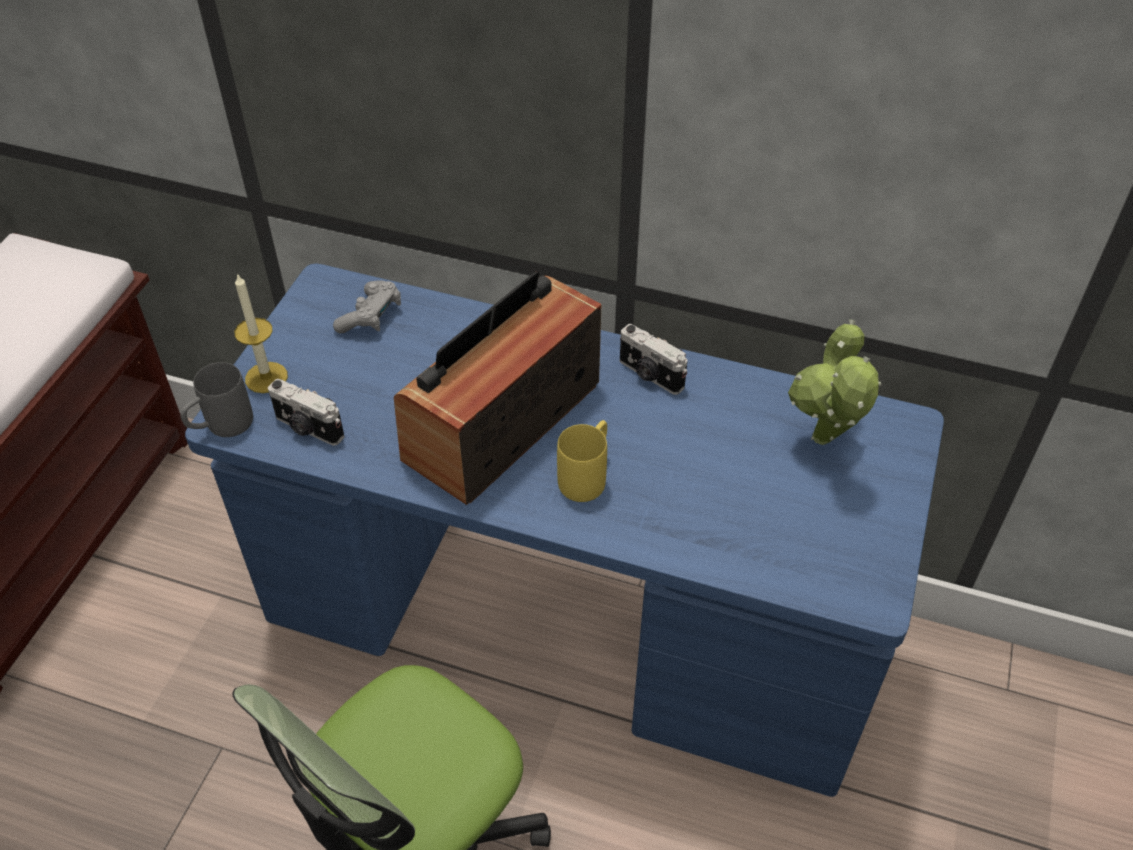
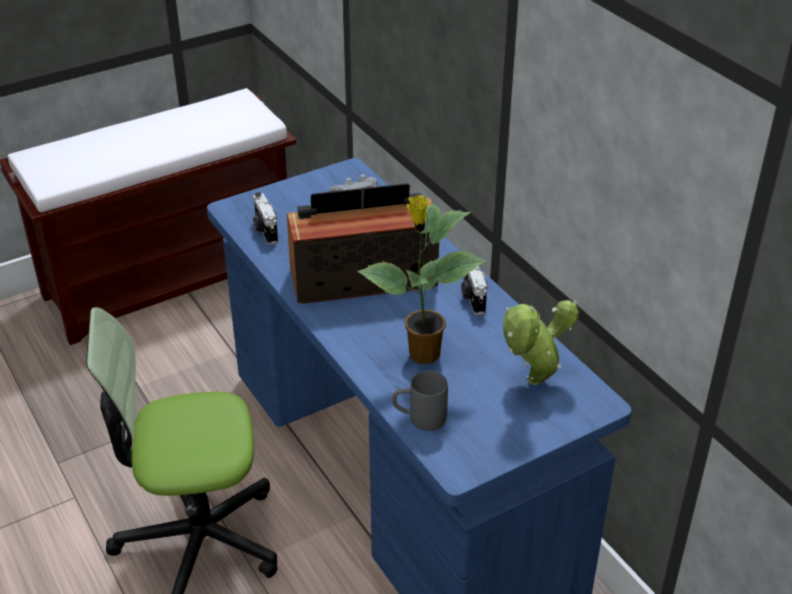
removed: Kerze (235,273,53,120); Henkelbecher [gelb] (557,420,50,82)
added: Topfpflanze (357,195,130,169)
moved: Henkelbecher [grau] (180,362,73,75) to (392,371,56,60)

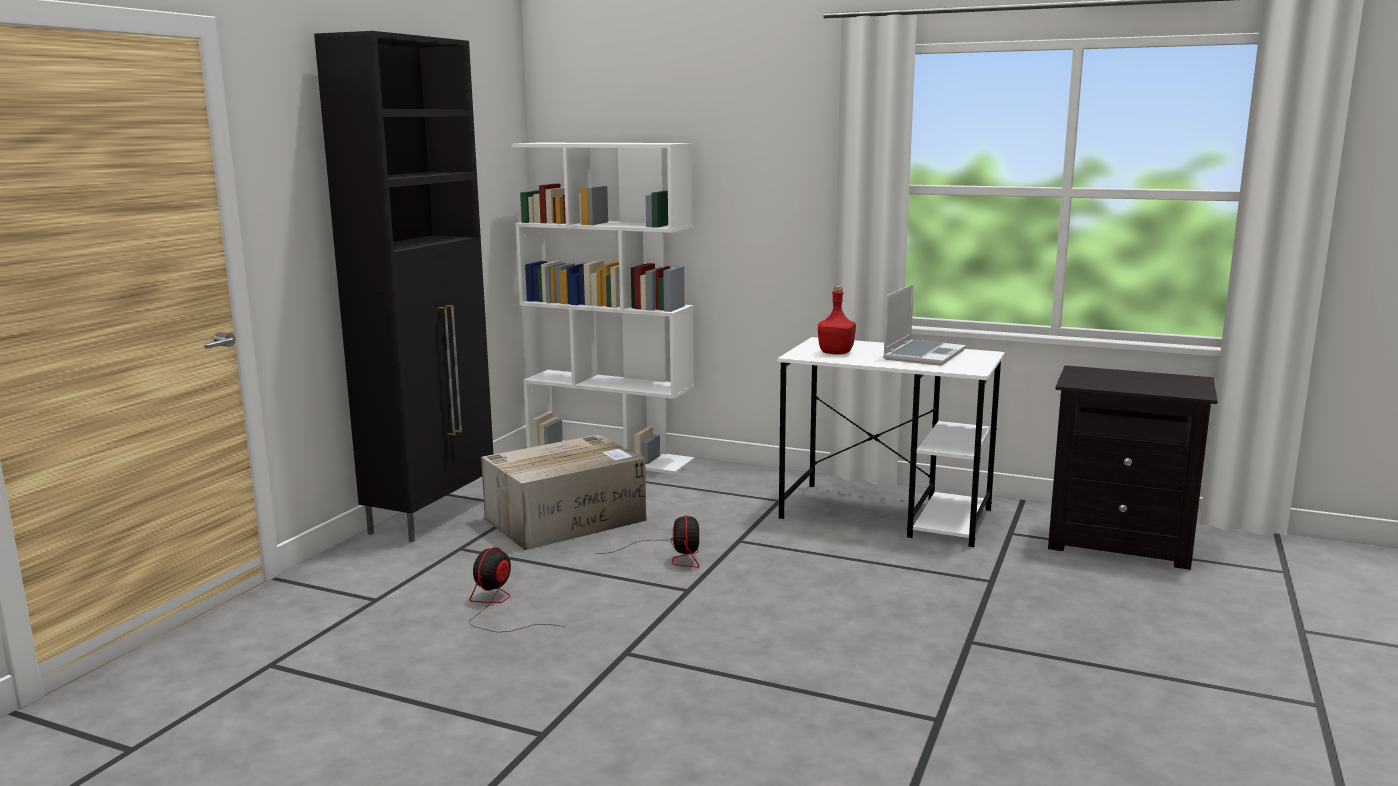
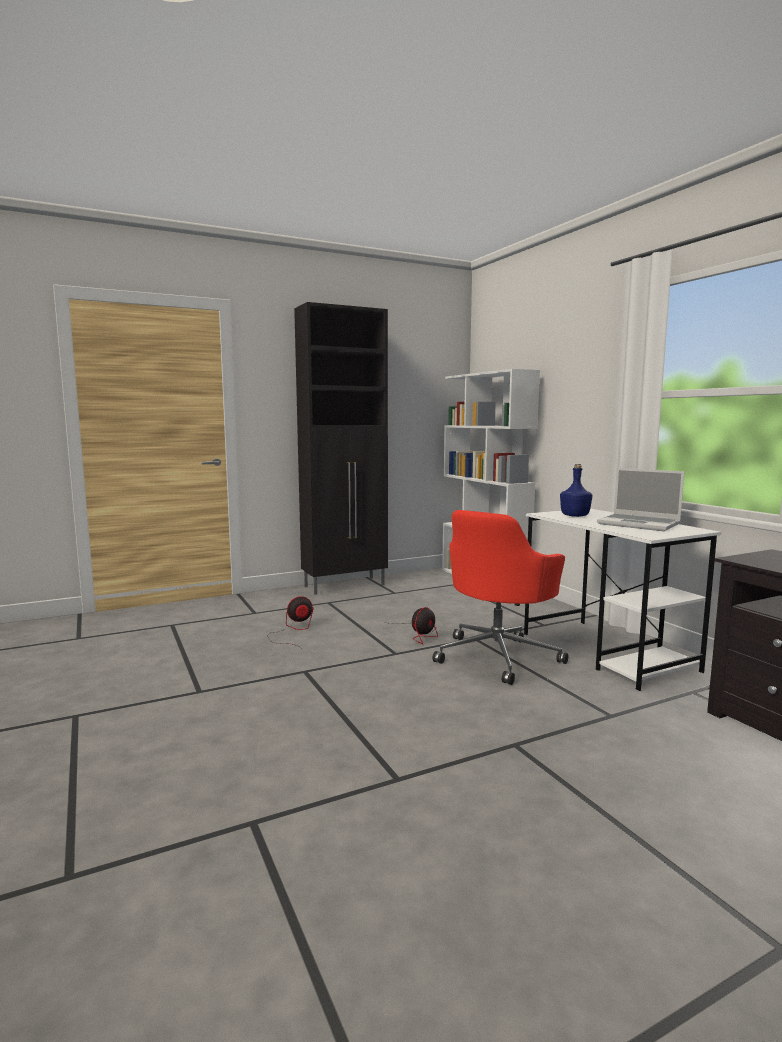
removed: Karton (481,435,166,115)
added: Bürostuhl [rot] (433,510,135,175)
recoloured: Flasche [rot] (818,286,38,69) to Flasche [blau] (560,464,33,53)
turned: Laptop (883,284,83,82) = (597,468,87,63) 60 degrees clockwise

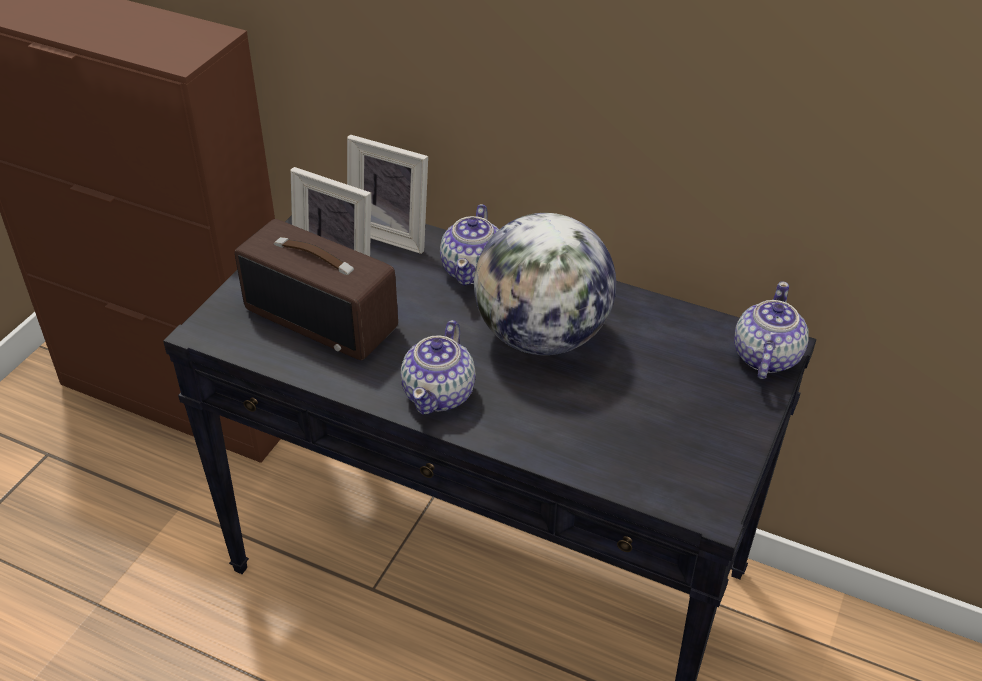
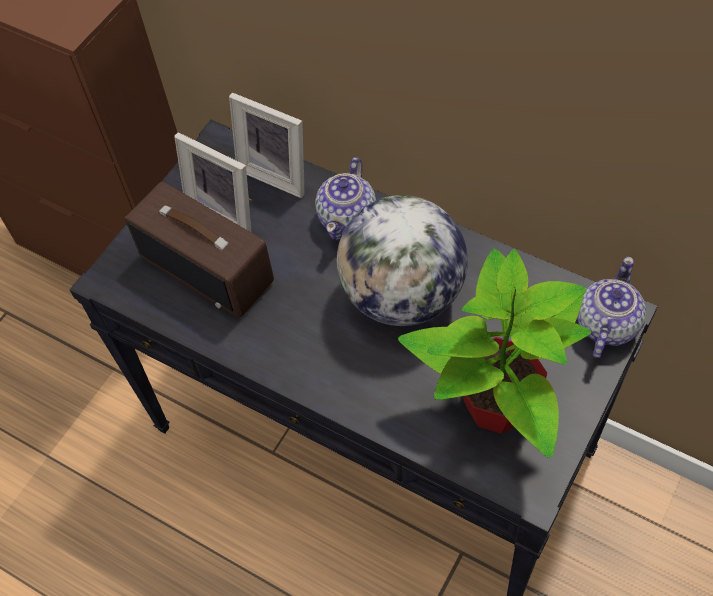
removed: Teekanne (401,320,75,95)
added: Topfpflanze (398,249,193,209)

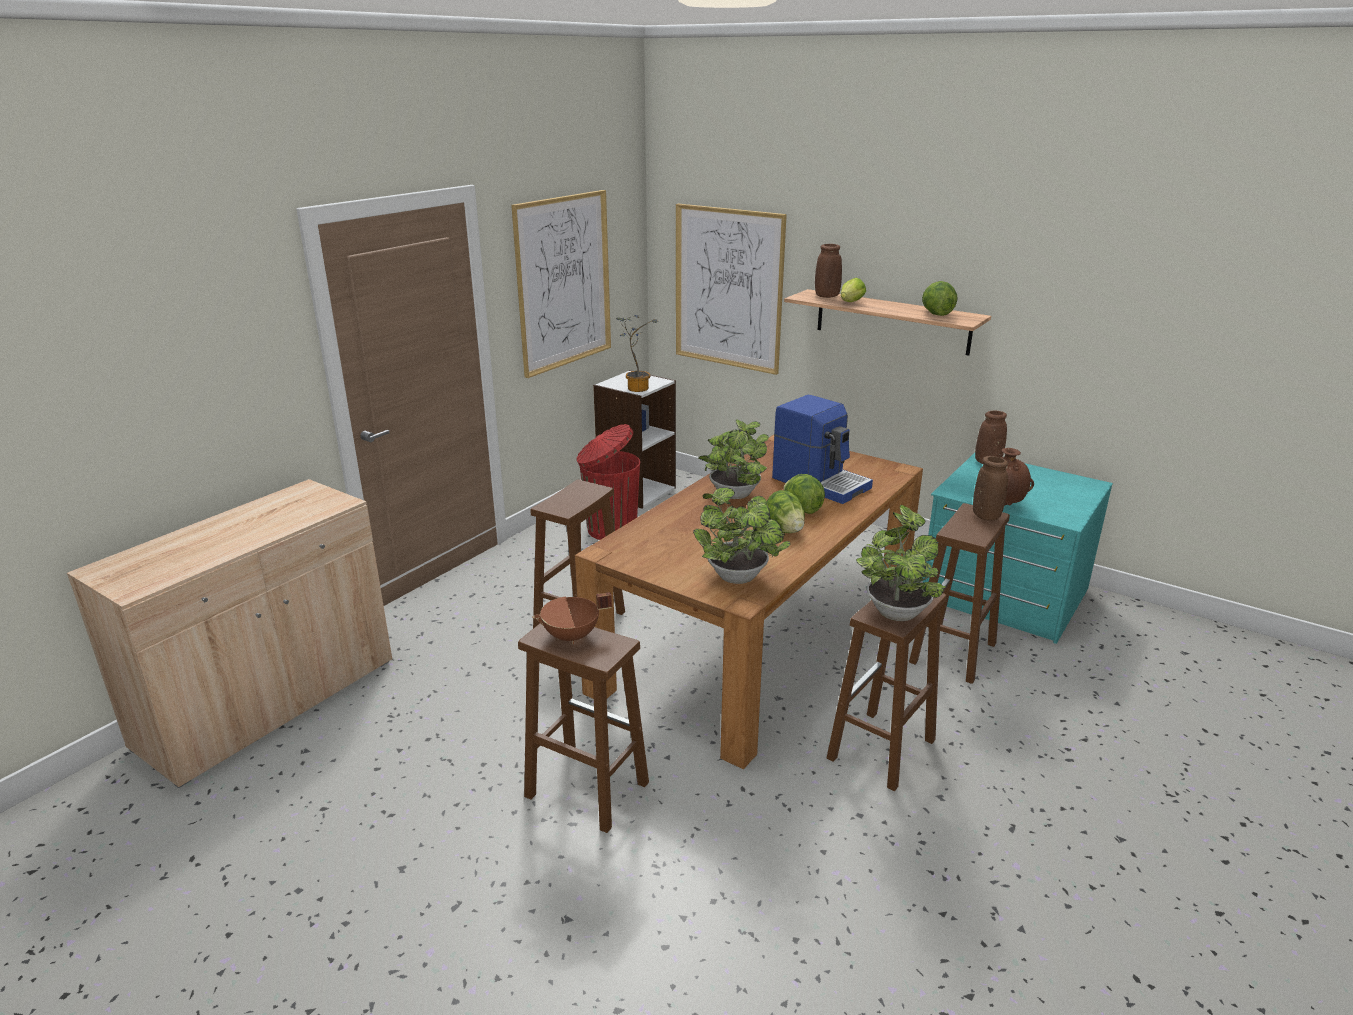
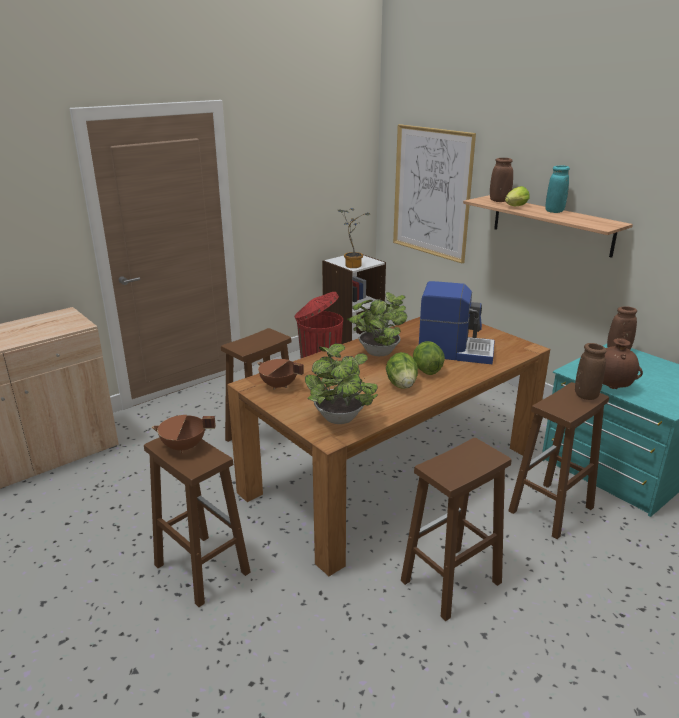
removed: Bild (511,190,100,188); Topfpflanze (856,505,90,116); Salatkopf (922,281,36,35)
added: Kochtopf [braun] (257,359,47,31); Vase [türkis] (545,165,25,48)
turned: Kaffeemaschine (772,395,101,109) = (419,281,76,83) 45 degrees counterclockwise

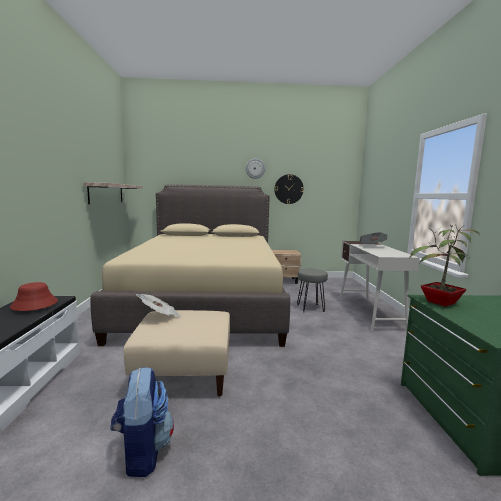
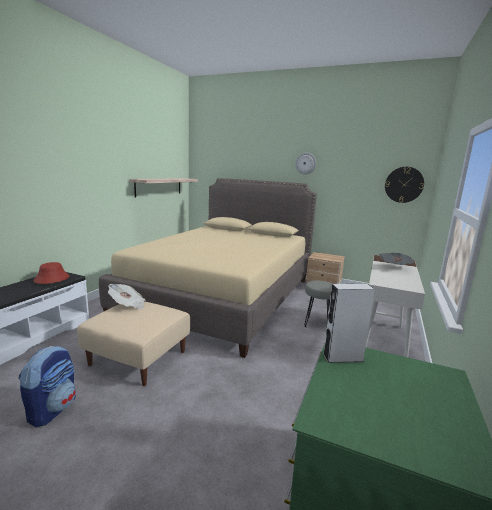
moved: Wanduhr (274,174,30,30) to (385,167,39,36)
replaced: Topfpflanze (409,224,70,83) to Lautsprecher [grau] (323,284,52,79)

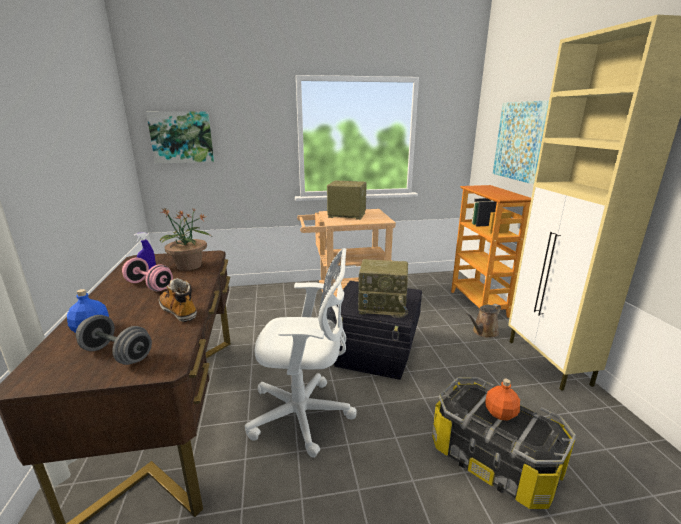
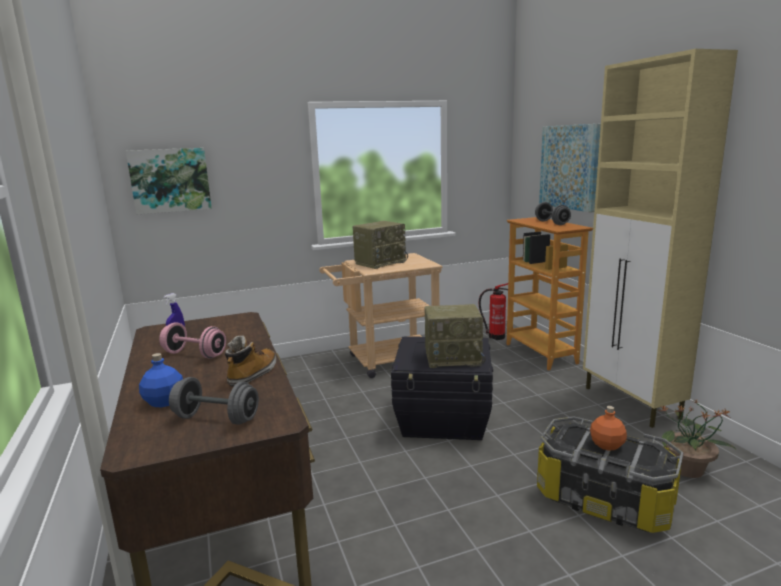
removed: Bürostuhl [weiß] (245,248,112,210); Gießkanne [braun] (466,304,35,34)
added: Feuerlöscher (479,283,29,57); Hantel [grau] (535,202,36,23)
moved: Topfpflanze (160,208,51,63) to (658,400,78,78)
turned: Stiefel (159,278,38,44) = (225,335,51,52) 75 degrees clockwise; Radio (327,180,40,40) = (353,221,55,48) 135 degrees clockwise

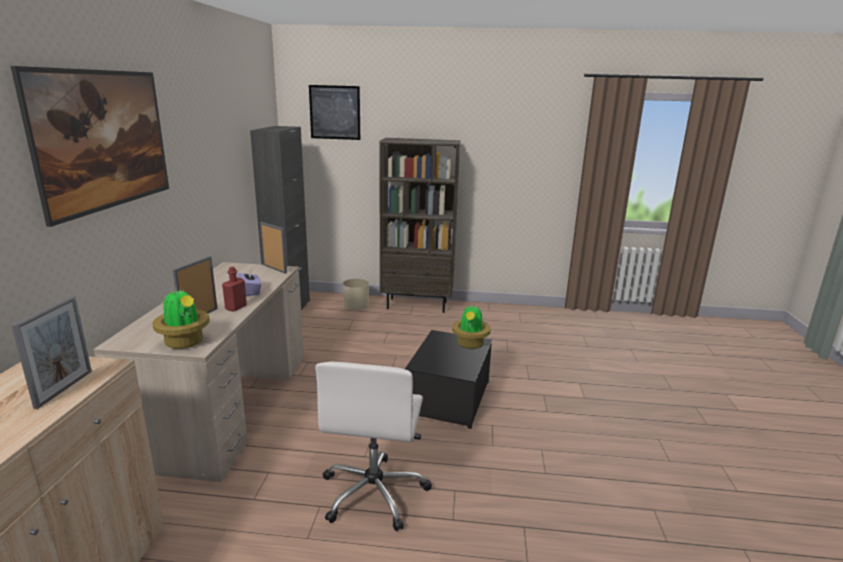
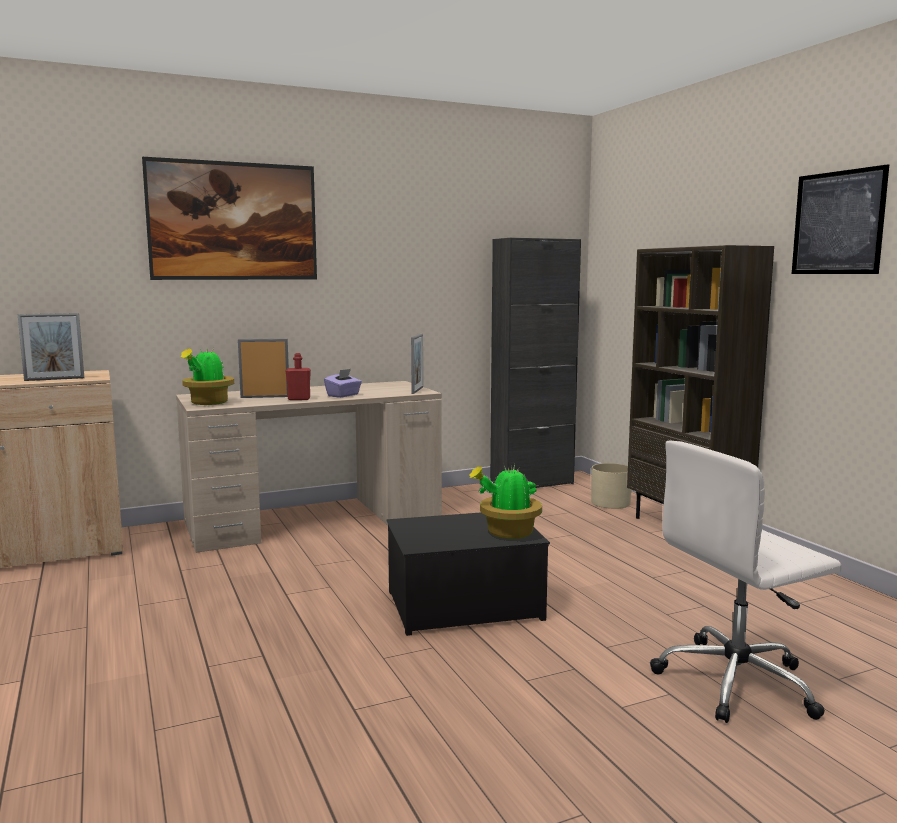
moved: Bürostuhl [weiß] (315,361,117,170) to (650,440,192,283); Bild (309,85,51,55) to (792,164,97,110)

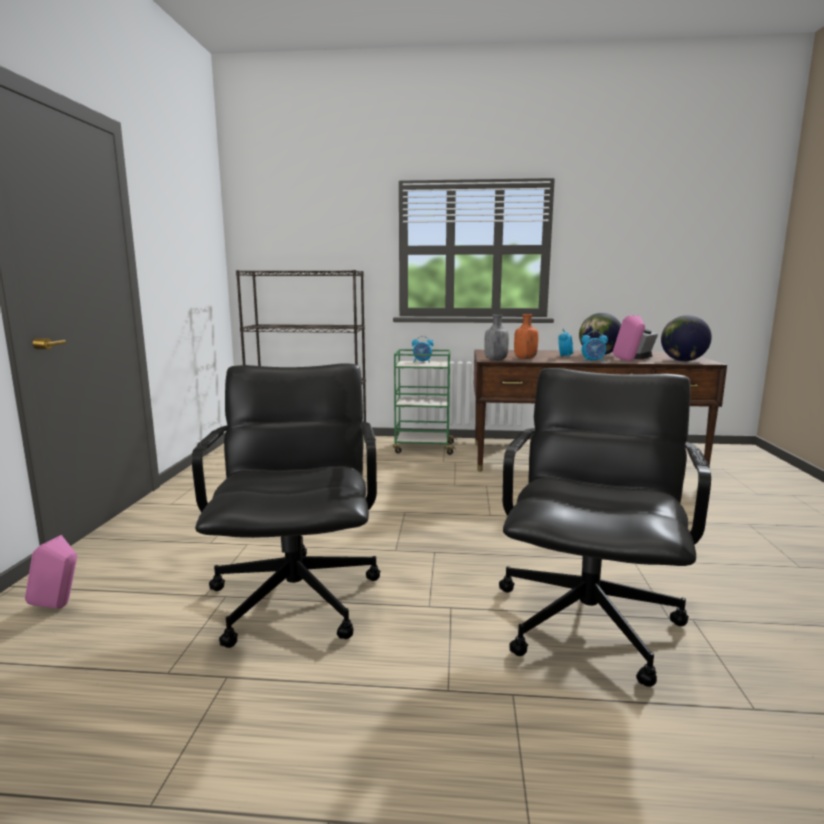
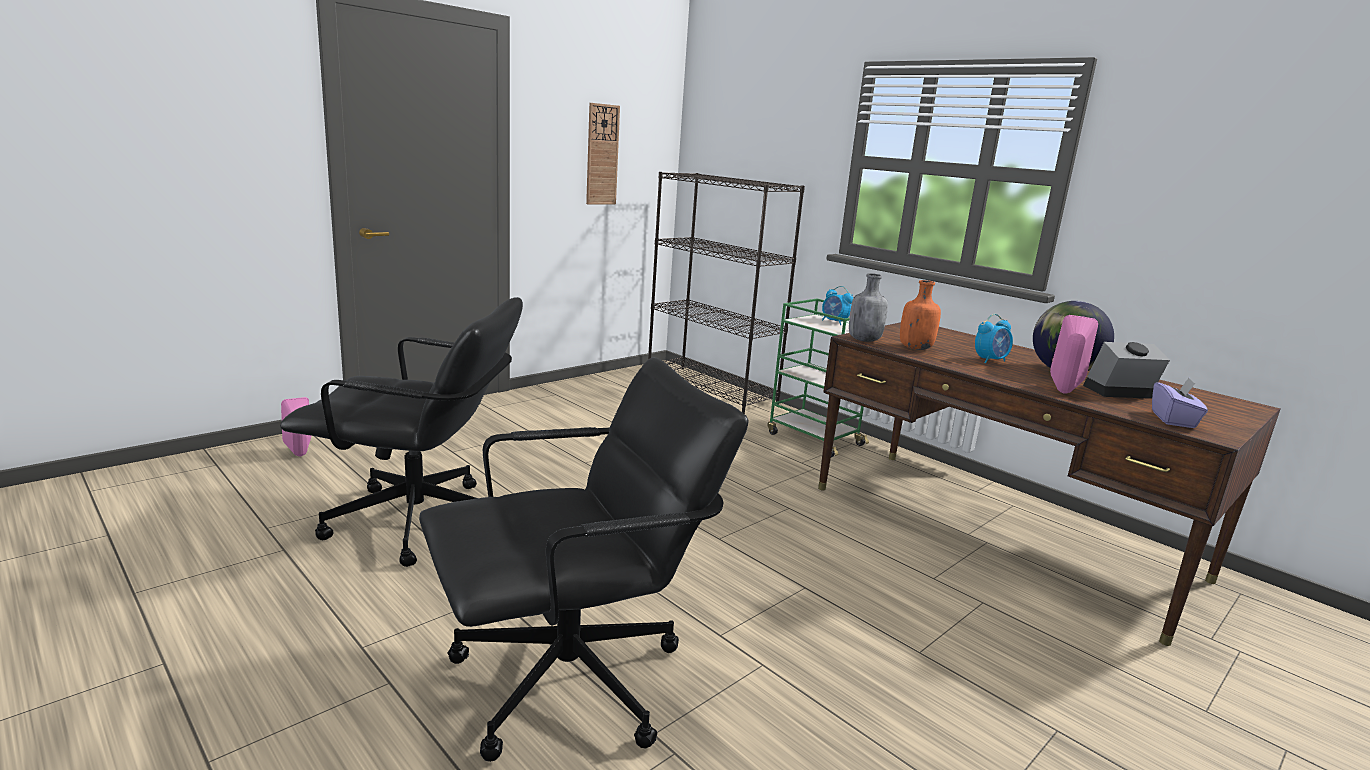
removed: Wecker (581,331,27,31)
added: Wanduhr (586,103,34,102)
replaced: Globus (661,315,51,46) to Taschentuchbox [lila] (1152,378,56,50)
turned: Bürostuhl [schwarz] (192,363,189,285) = (280,297,243,270) 60 degrees clockwise

